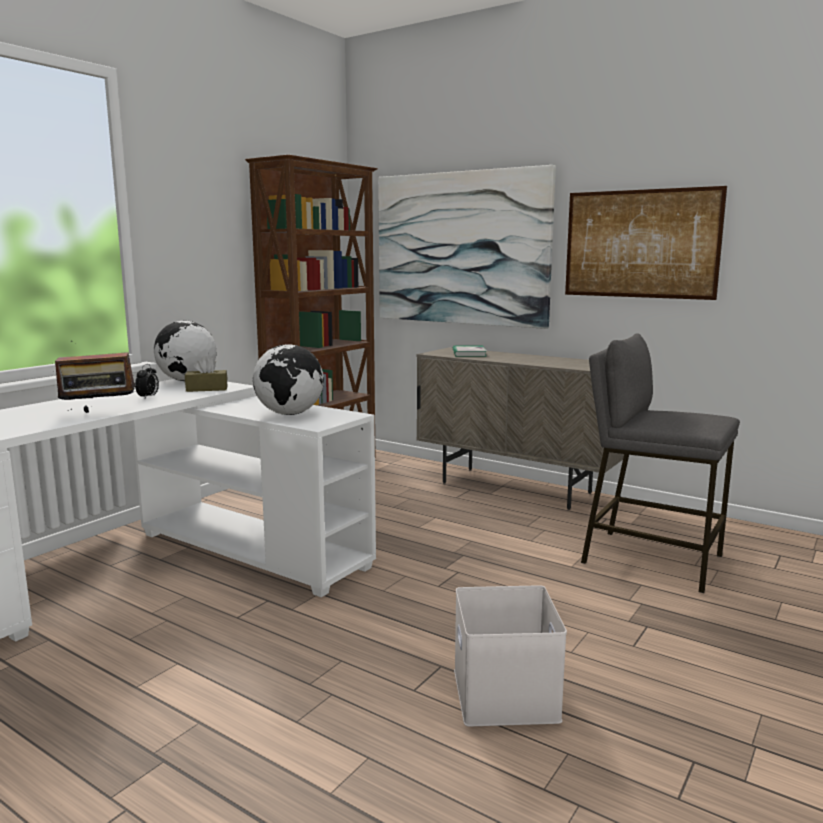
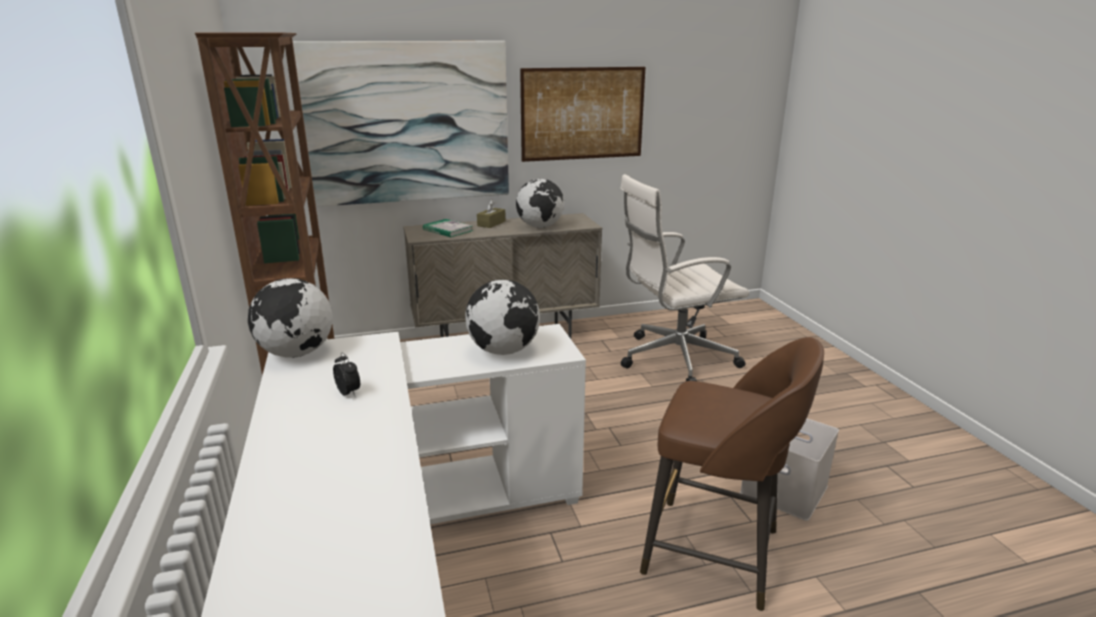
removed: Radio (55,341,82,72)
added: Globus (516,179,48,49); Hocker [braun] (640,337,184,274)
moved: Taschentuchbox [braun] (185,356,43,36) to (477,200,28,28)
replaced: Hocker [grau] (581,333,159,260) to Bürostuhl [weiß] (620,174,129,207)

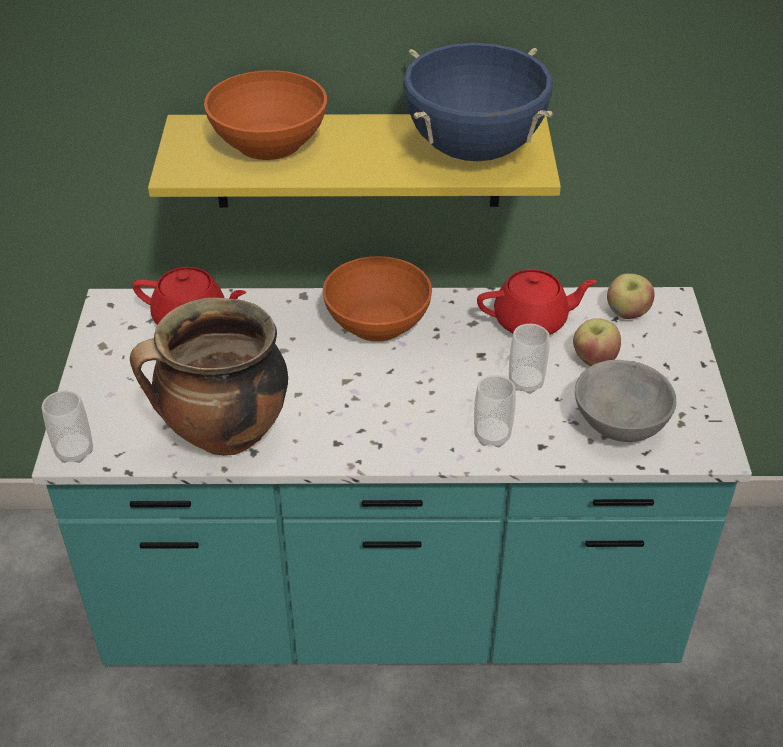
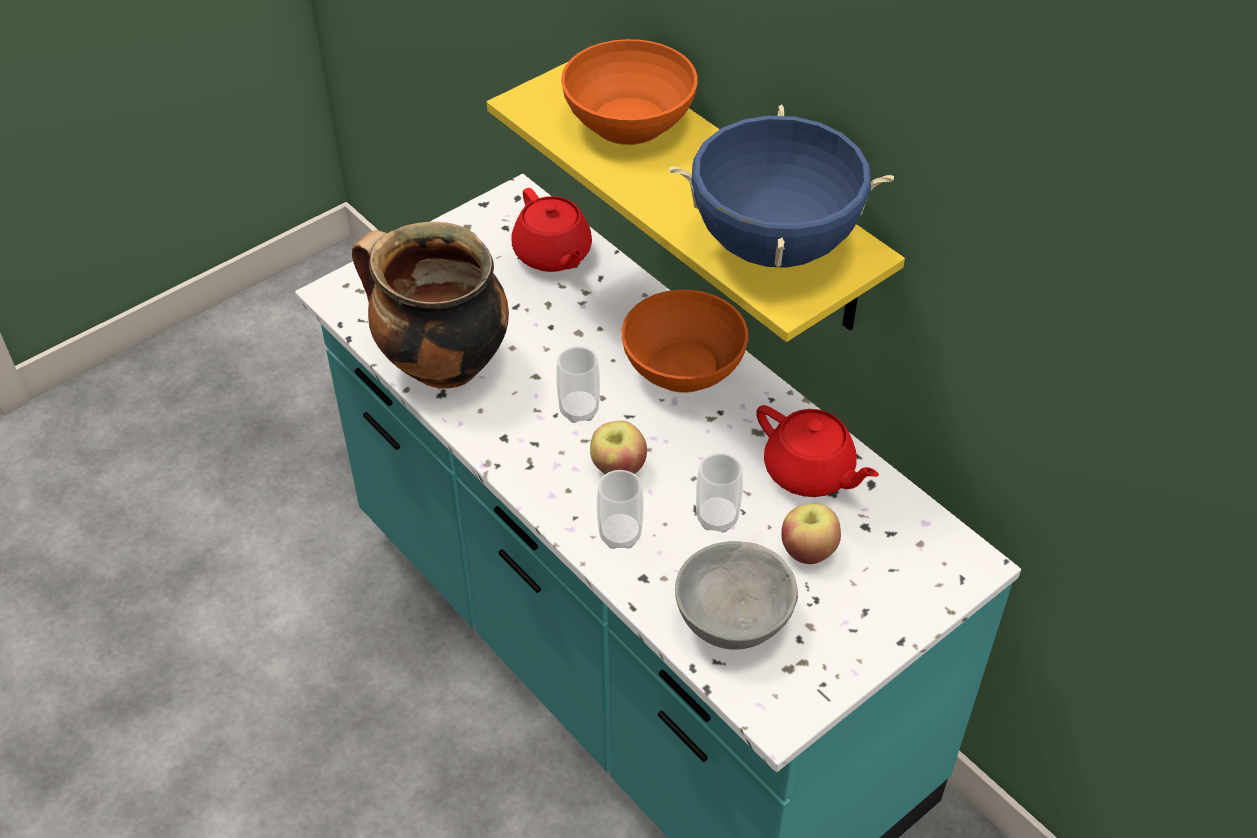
moved: Tasse (42,390,51,73) to (556,346,44,77); Apfel (607,273,48,46) to (590,421,57,53)

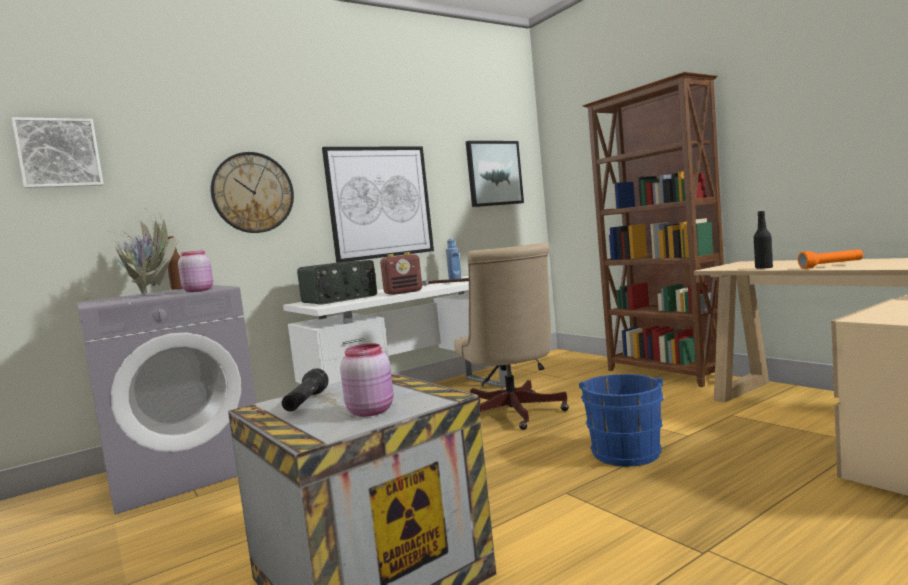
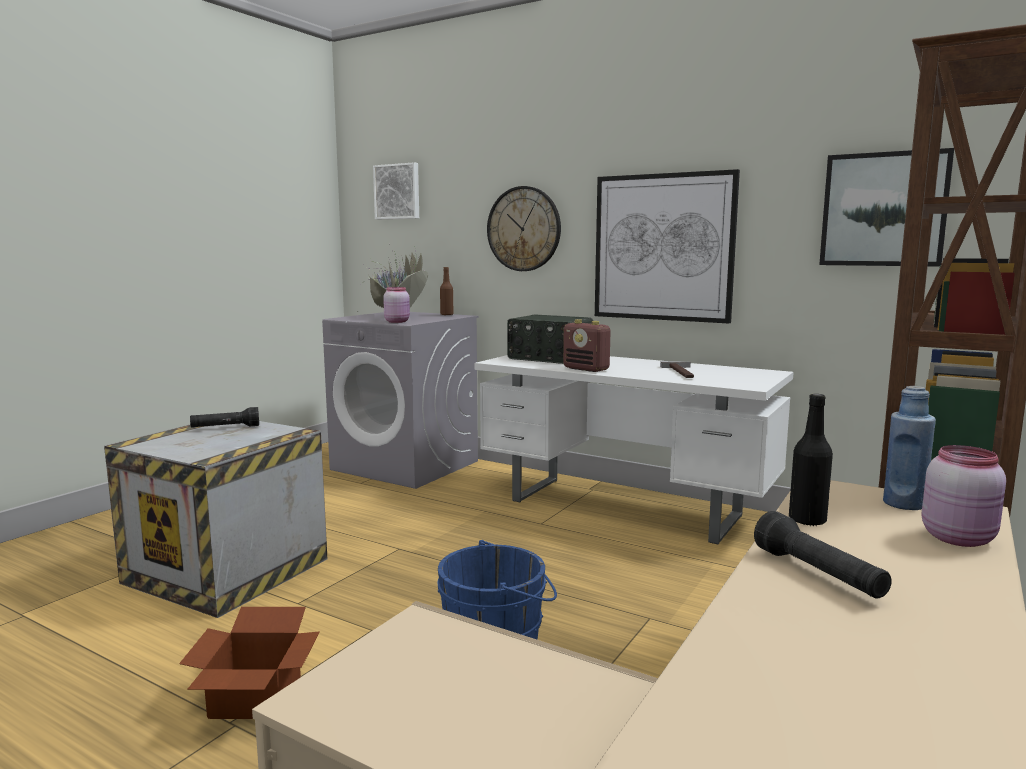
removed: Bürostuhl [beige] (454,243,115,187)
added: Karton (179,607,141,112)
moved: Flasche [blau] (446,238,15,41) to (883,386,53,124); Vorratsglas [rosa] (340,343,53,74) to (922,445,84,102)
recoloured: Taschenlampe [orange] (798,249,65,20) to Taschenlampe [schwarz] (754,511,138,88)

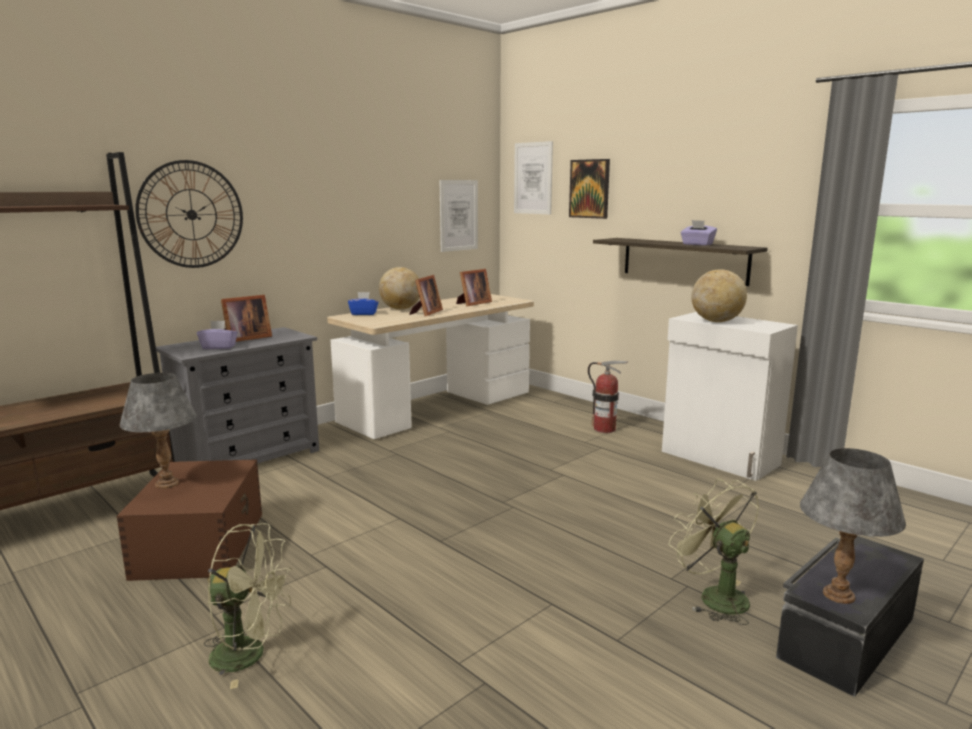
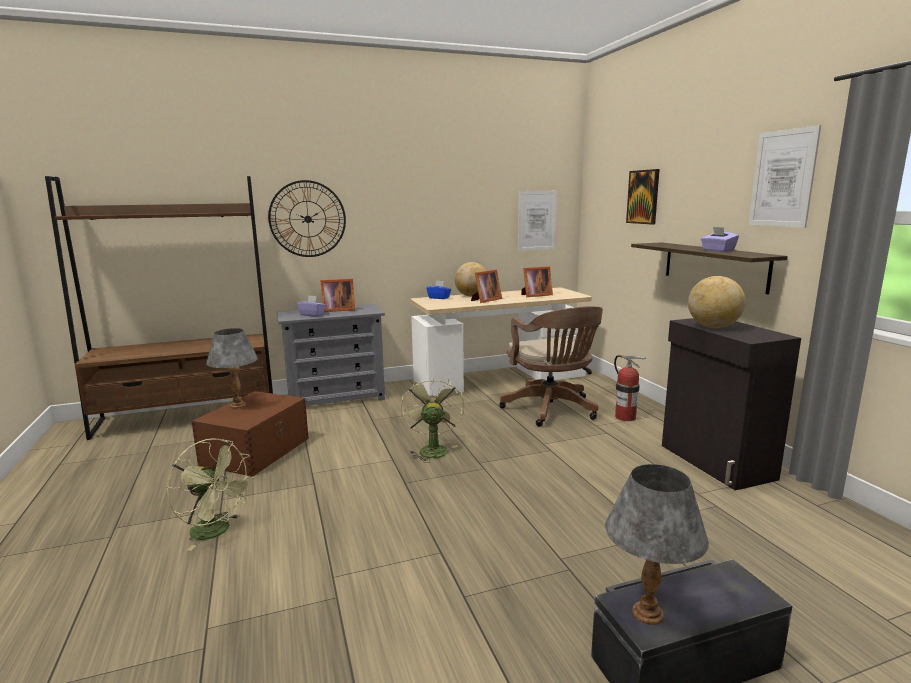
added: Bürostuhl [braun] (499,306,104,120)
moved: Ventilator [grün] (669,478,90,147) to (401,376,63,87); Bild (514,141,39,73) to (748,125,73,103)
recoloured: Schrank [weiß] (662,312,136,169) to Schrank [schwarz] (662,318,139,172)

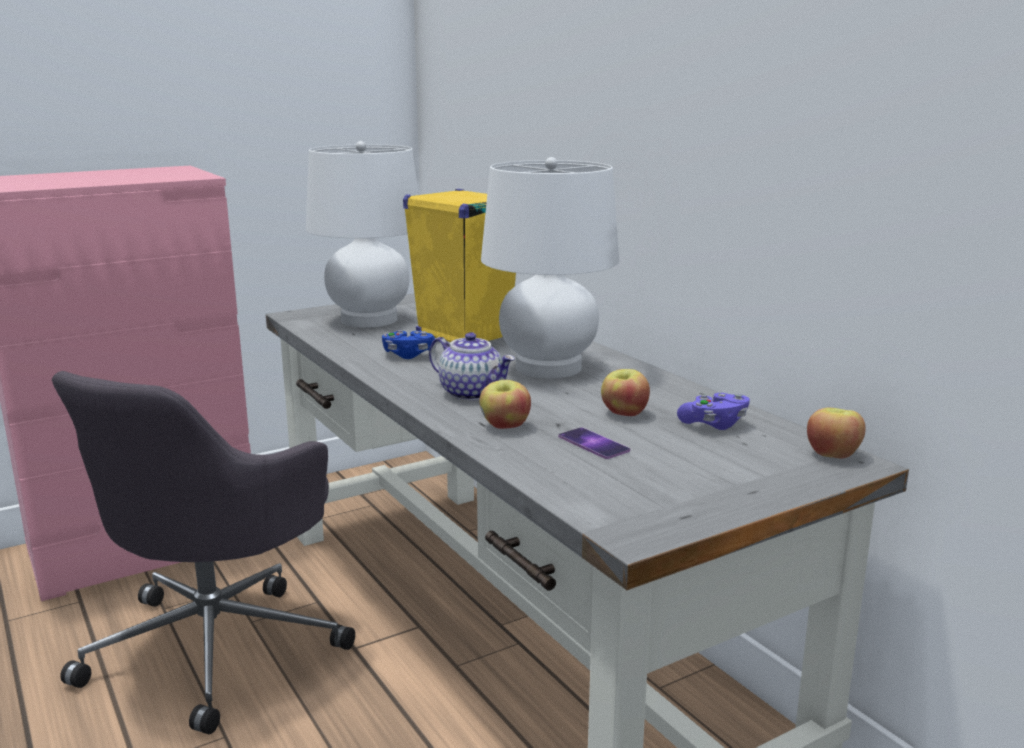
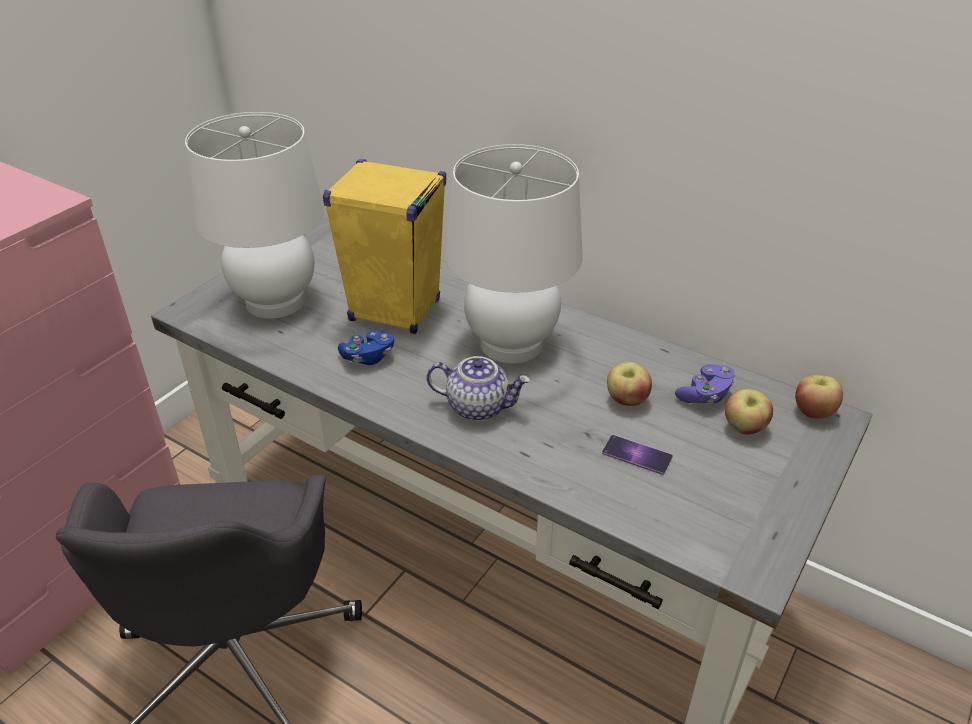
moved: Apfel (479,380,52,49) to (725,389,48,45)

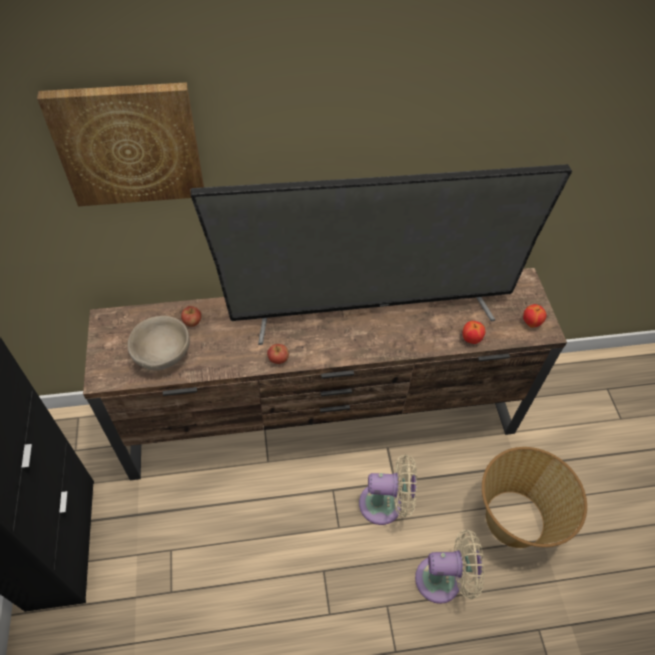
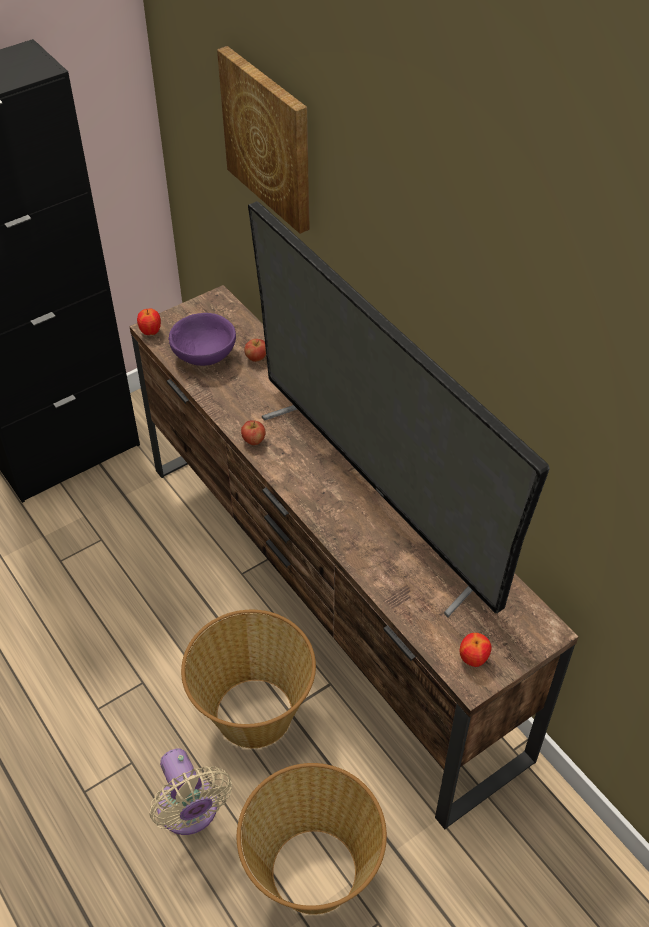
moved: Apfel (462,321,23,23) to (137,309,24,26)
replaced: Ventilator [beige] (359,454,58,71) to Korb (181,610,135,138)
recoloured: Schüssel [beige] (128,316,62,54) to Schüssel [lila] (168,313,68,53)

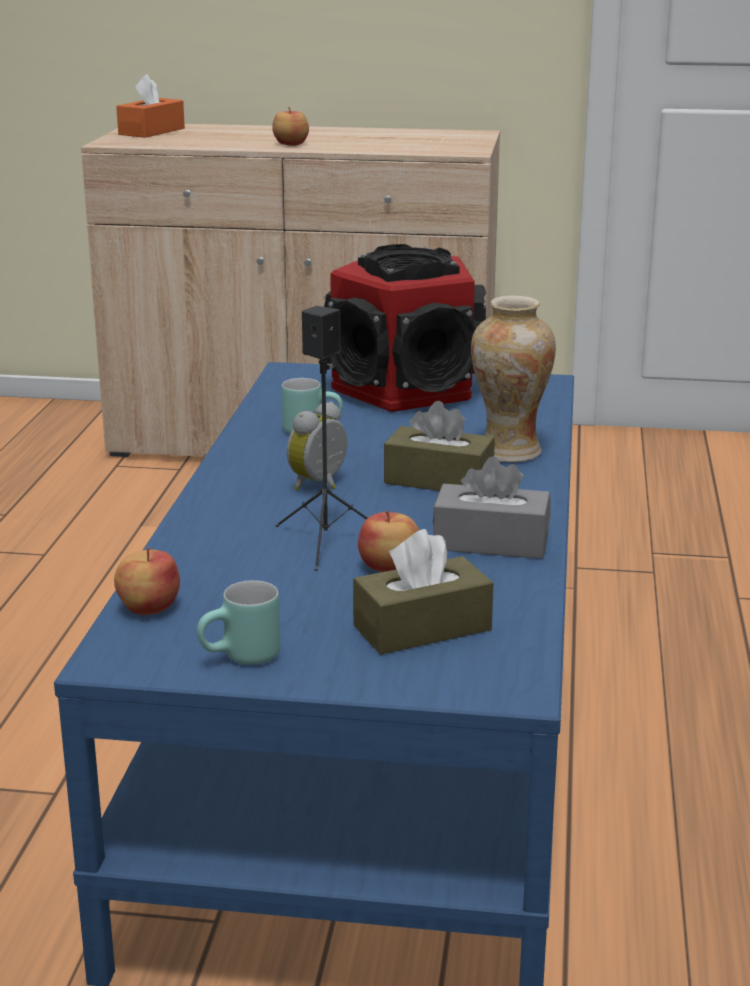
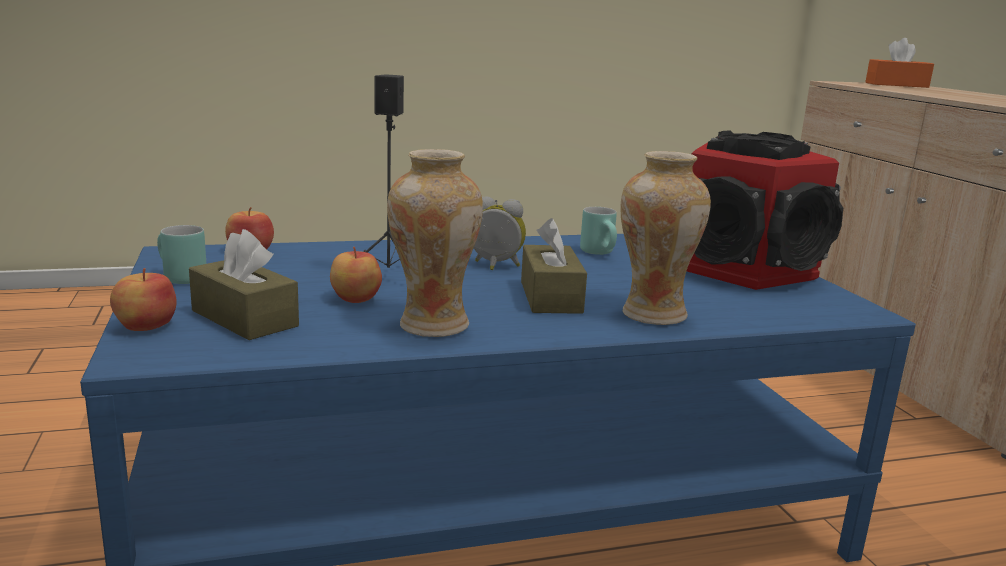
moved: Apfel (272,107,37,39) to (110,268,67,63)
replaced: Taschentuchbox [grau] (433,456,117,103) to Vase (387,149,96,188)

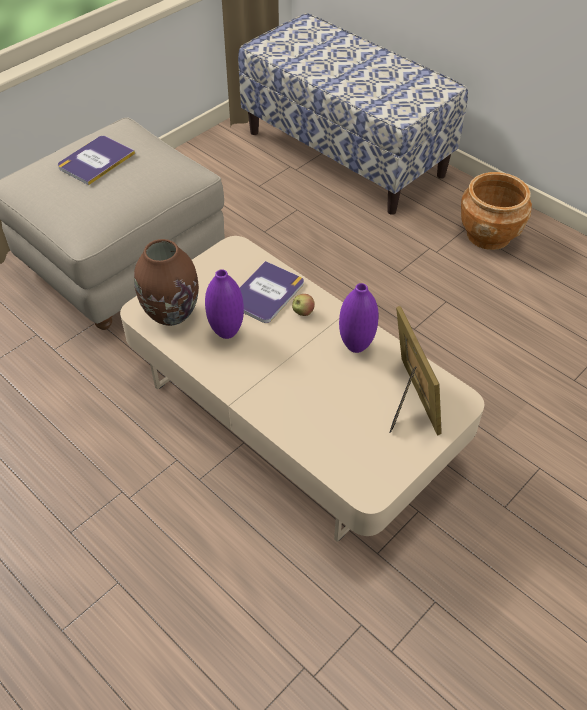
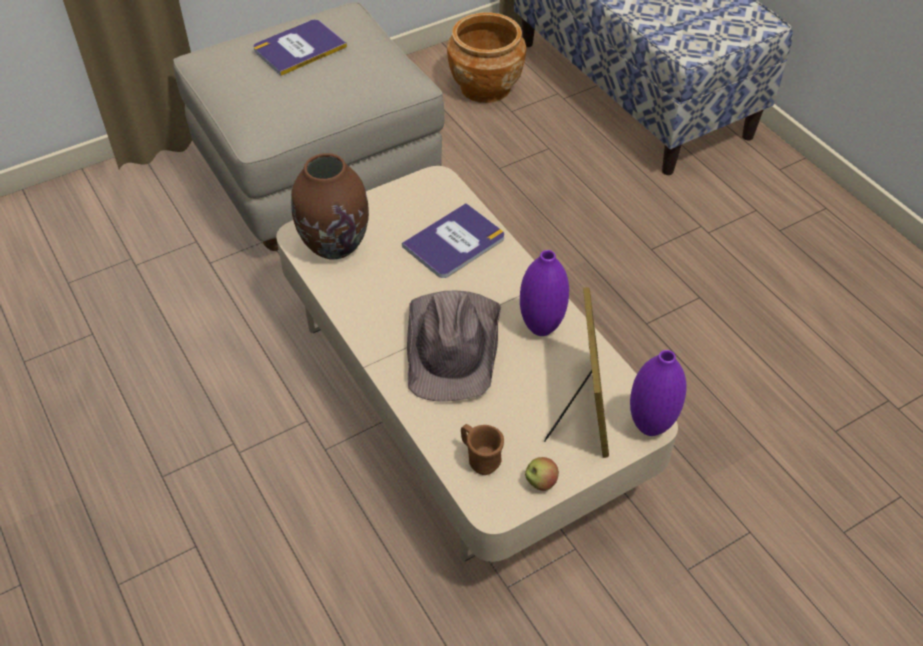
added: Hut [braun] (407,291,94,111); Henkelbecher [braun] (461,424,43,51)
moved: Pflanzkübel [braun] (461,172,71,78) to (447,12,79,91); Apfel (292,294,22,22) to (525,457,34,34); Vase [lila] (205,269,39,70) to (630,350,56,86)

